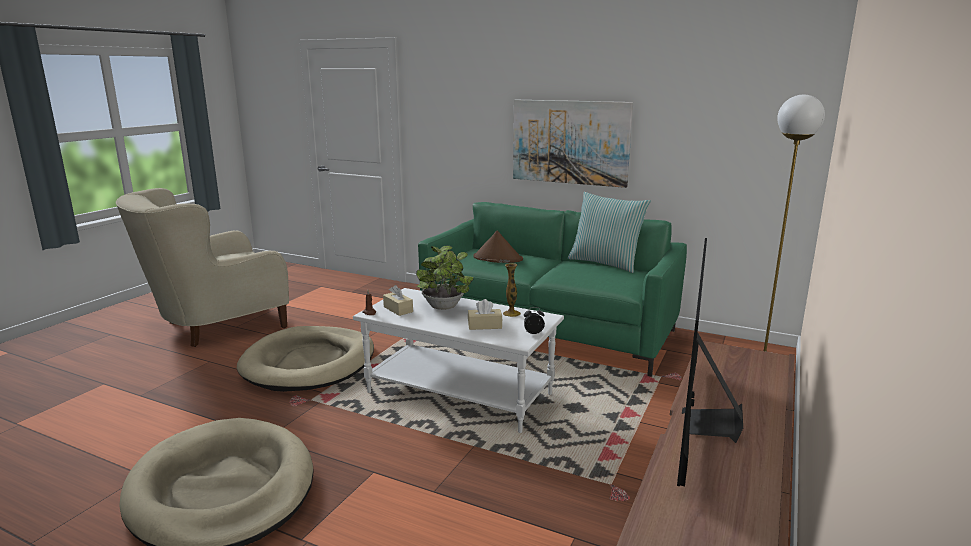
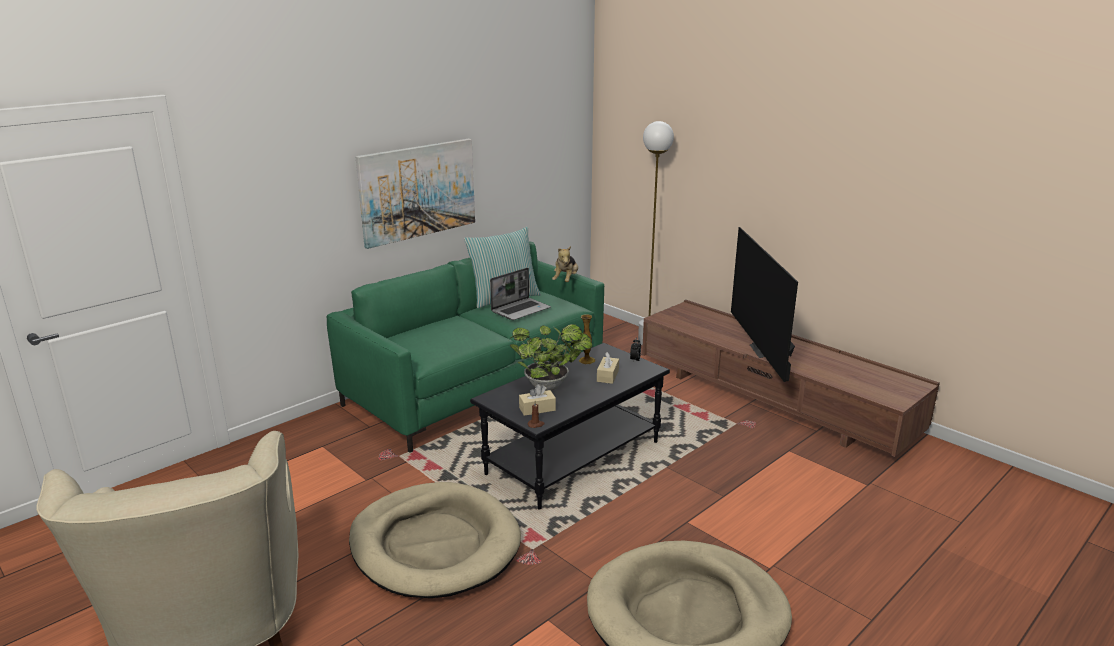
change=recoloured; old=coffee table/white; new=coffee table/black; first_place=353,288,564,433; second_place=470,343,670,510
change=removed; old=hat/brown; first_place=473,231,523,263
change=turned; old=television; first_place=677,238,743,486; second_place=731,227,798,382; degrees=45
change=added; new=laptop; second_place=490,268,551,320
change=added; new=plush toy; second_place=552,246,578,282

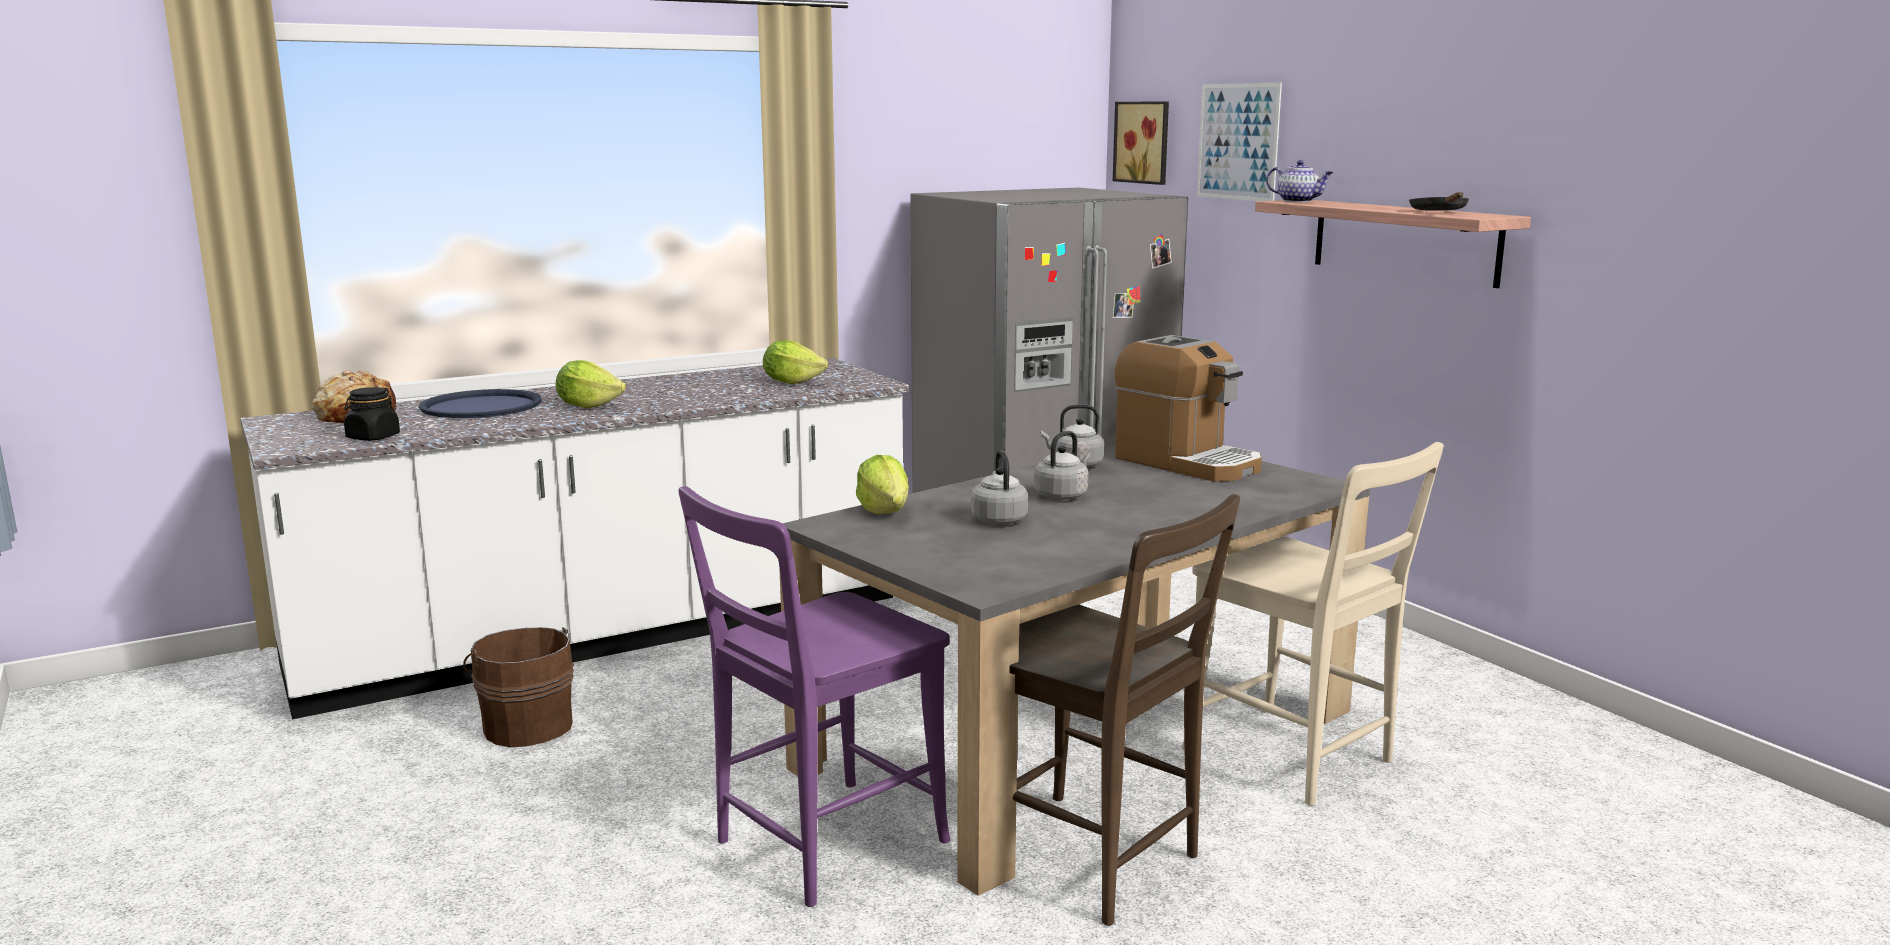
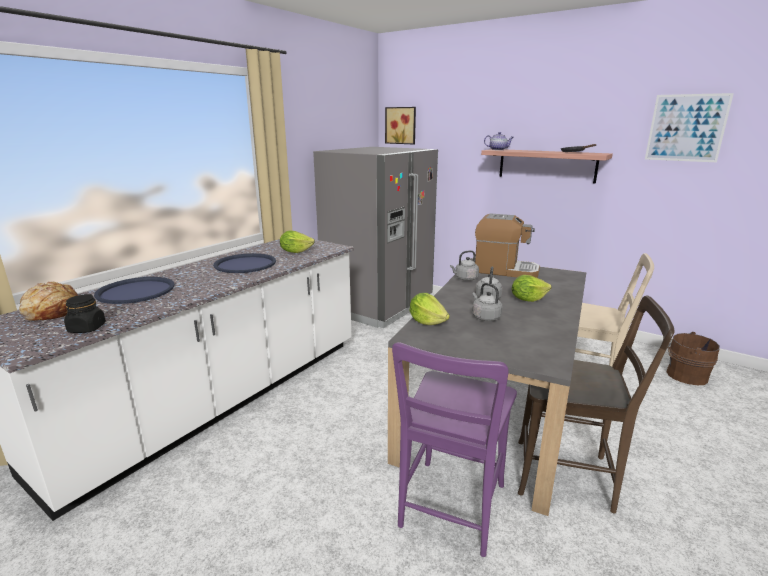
change=moved; old=bucket/brown; first_place=463,627,574,747; second_place=666,332,720,385
change=moved; old=lettuce; first_place=556,360,626,408; second_place=512,275,552,302
change=moved; old=picture; first_place=1197,83,1282,201; second_place=645,93,734,162
change=added; new=tray/blue; second_place=213,253,276,273

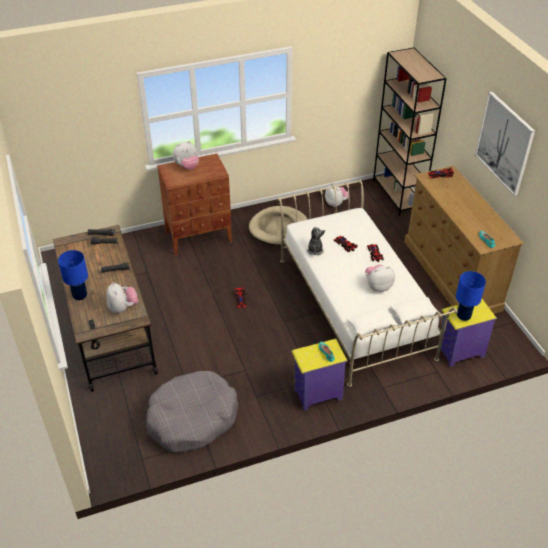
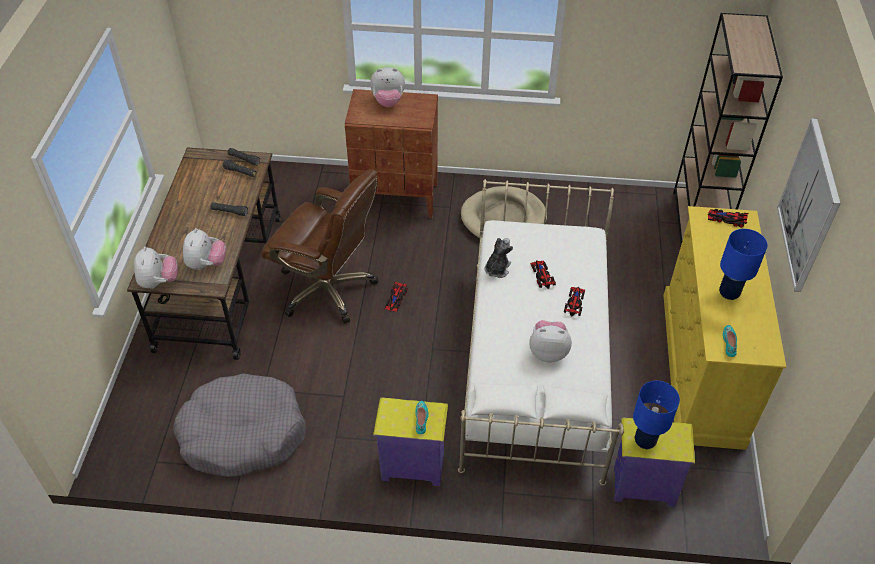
change=moved; old=table lamp/blue; first_place=58,250,88,300; second_place=719,229,767,300
change=moved; old=plush toy; first_place=325,183,349,207; second_place=134,247,178,289
change=recoloured; old=dresser/brown; new=dresser/yellow; first_place=404,166,524,314; second_place=663,206,786,450
change=added; new=office chair/brown; second_place=261,169,378,324

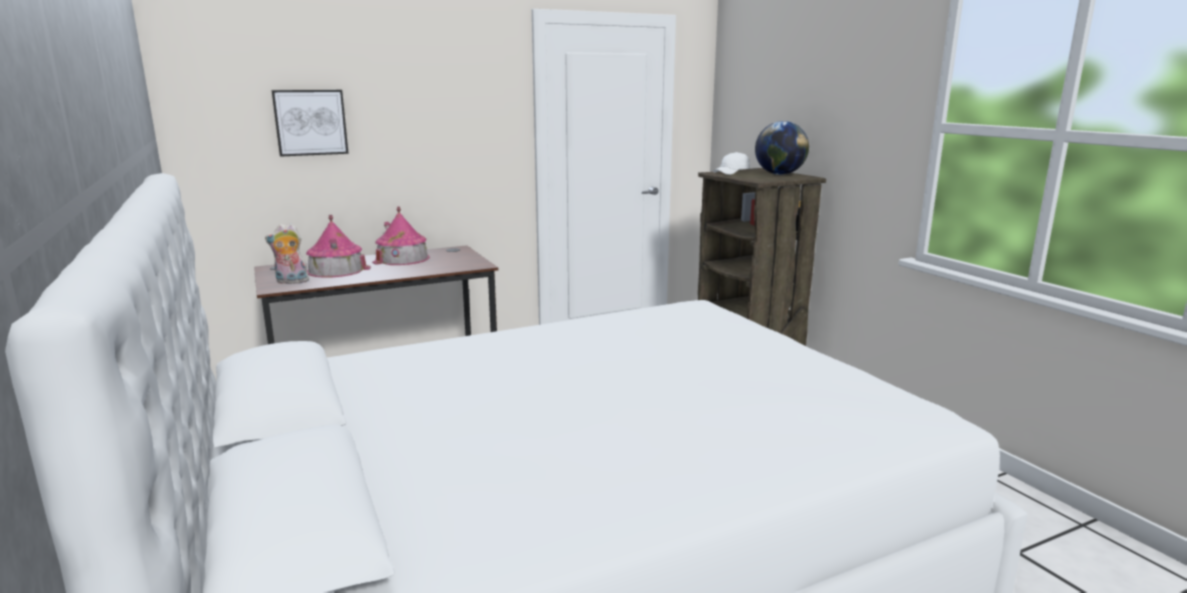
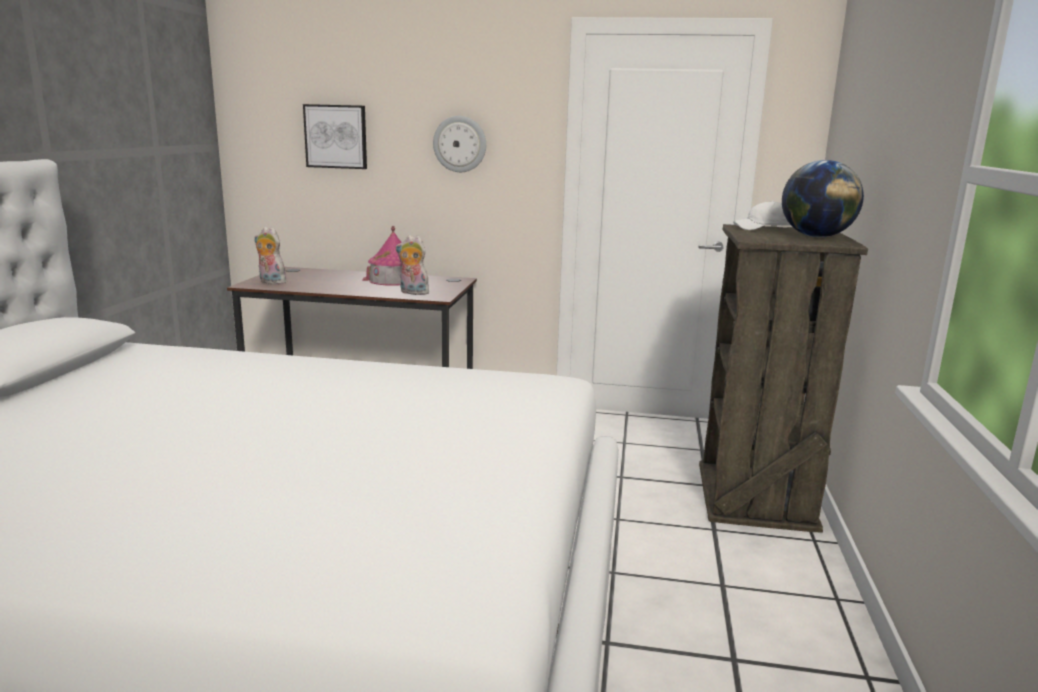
change=removed; old=toy house; first_place=306,215,371,278
change=added; new=plush toy; second_place=396,235,431,295
change=added; new=wall clock; second_place=433,116,486,172

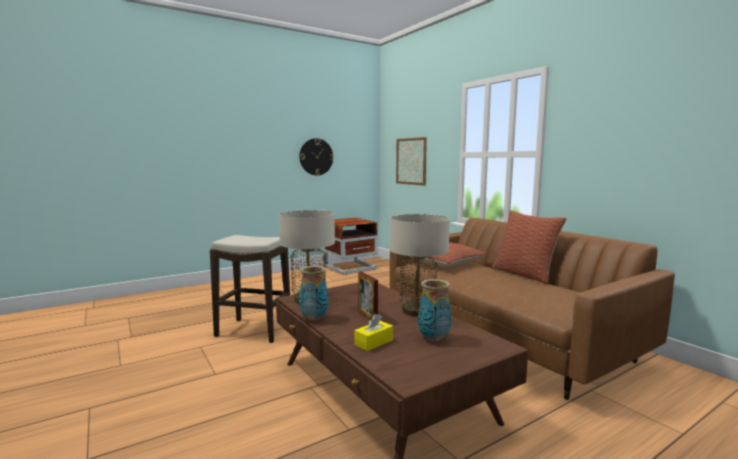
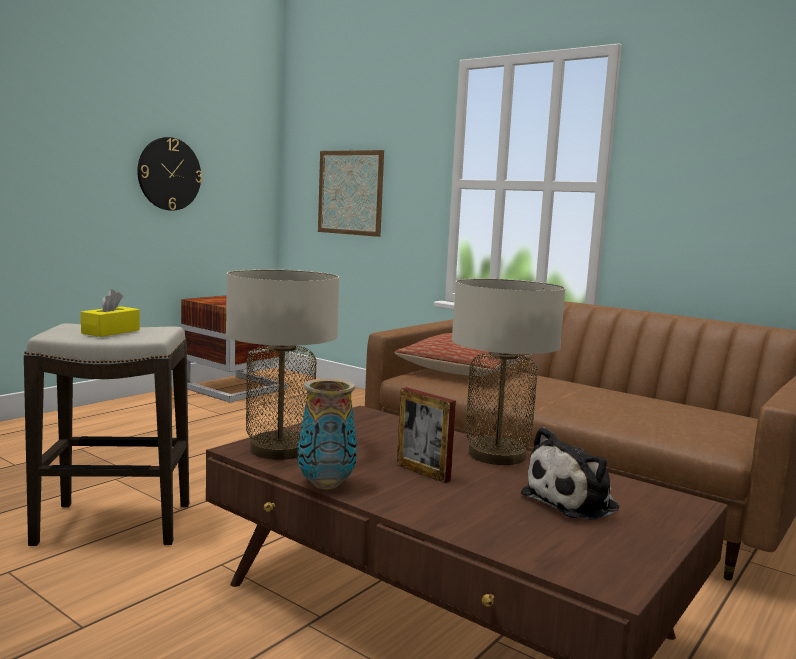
change=moved; old=tissue box/yellow; first_place=354,314,393,351; second_place=81,289,140,337
change=replaced; old=vase; new=plush toy; first_place=418,279,452,342; second_place=521,427,620,520
change=removed; old=pillow; first_place=492,210,566,284

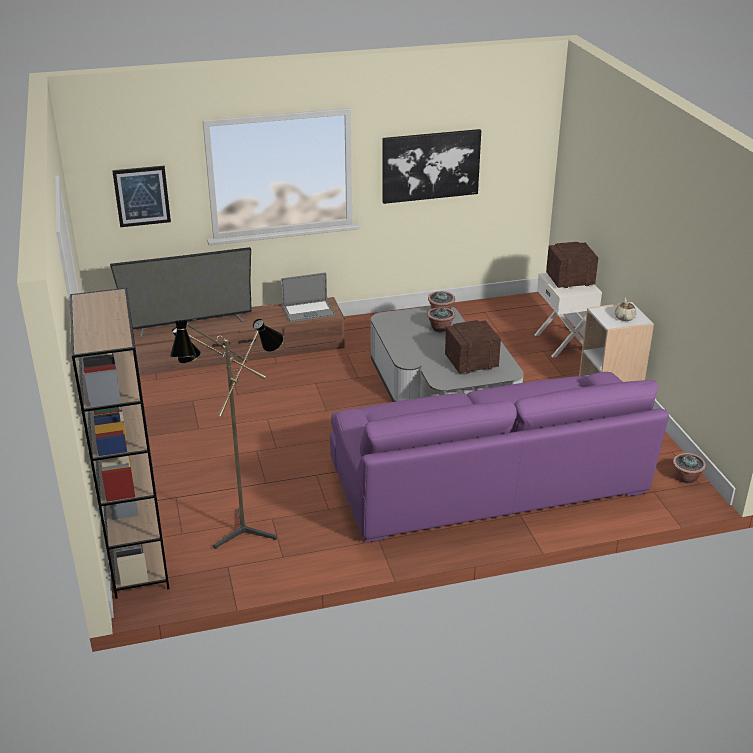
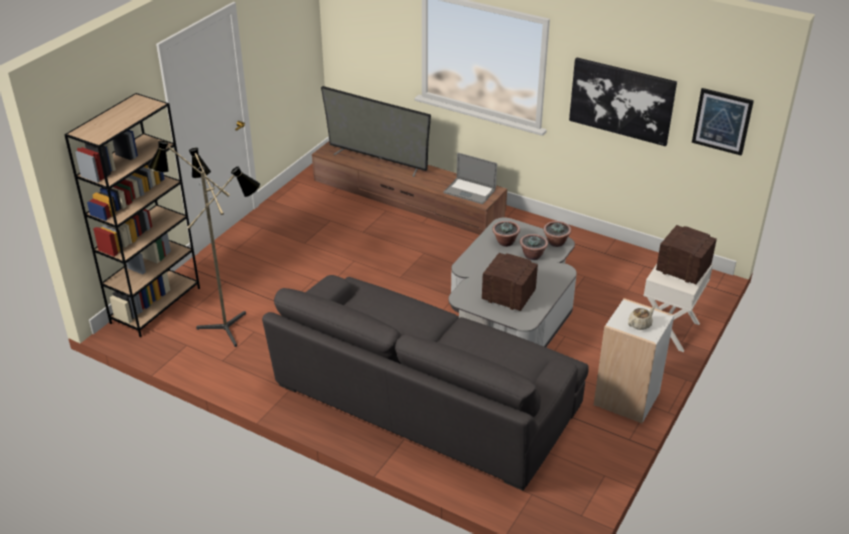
change=moved; old=picture; first_place=112,166,171,227; second_place=692,88,754,156
change=recoloured; old=sofa/purple; new=sofa/grey; first_place=330,372,669,542; second_place=262,275,589,491
change=moved; old=potted plant; first_place=673,453,706,483; second_place=492,221,520,247

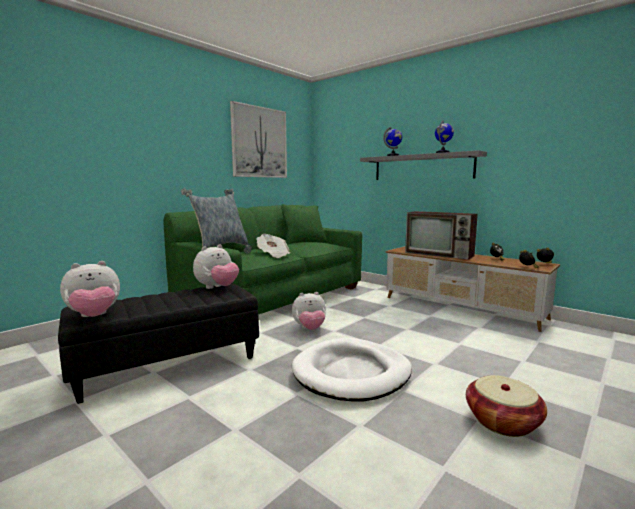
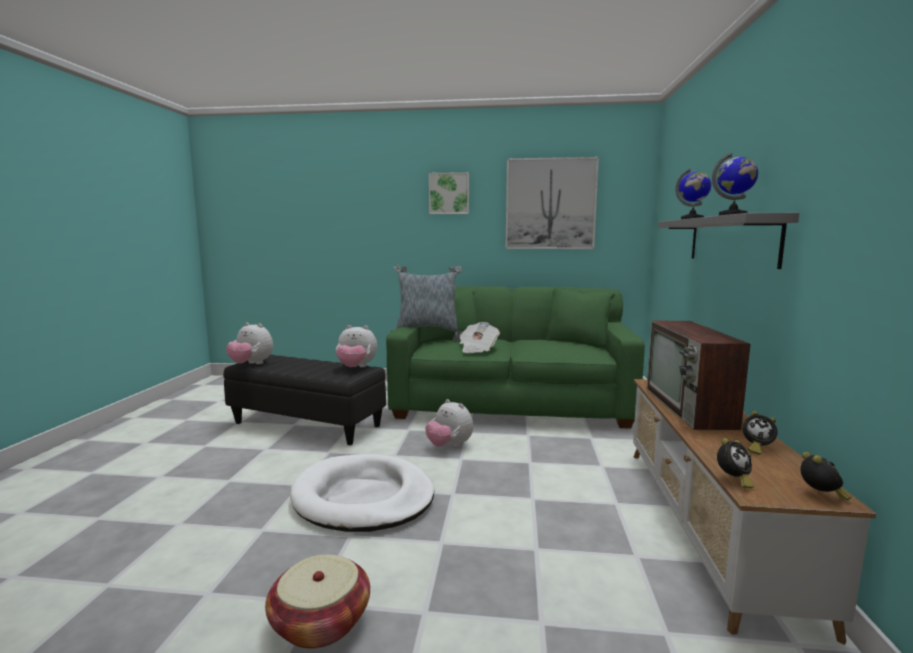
change=added; new=picture; second_place=429,172,469,214

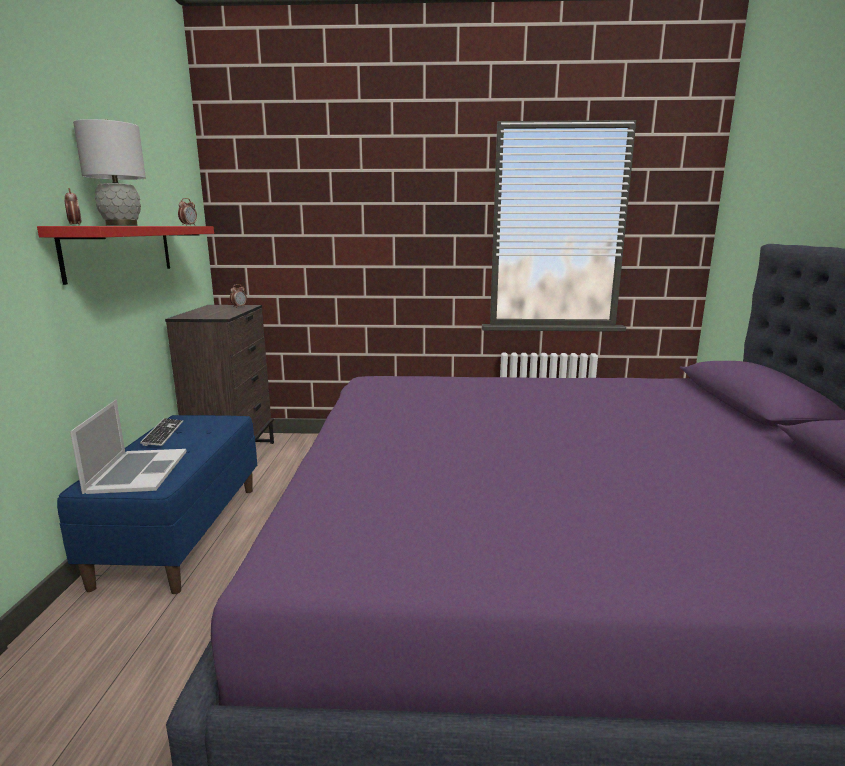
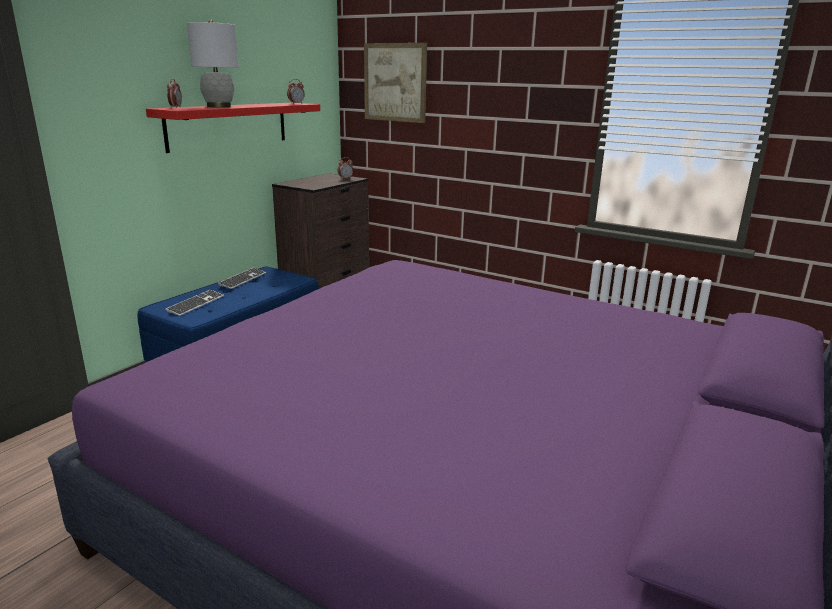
change=replaced; old=laptop; new=keyboard; first_place=70,400,187,494; second_place=165,290,224,316
change=added; new=picture; second_place=364,43,427,123

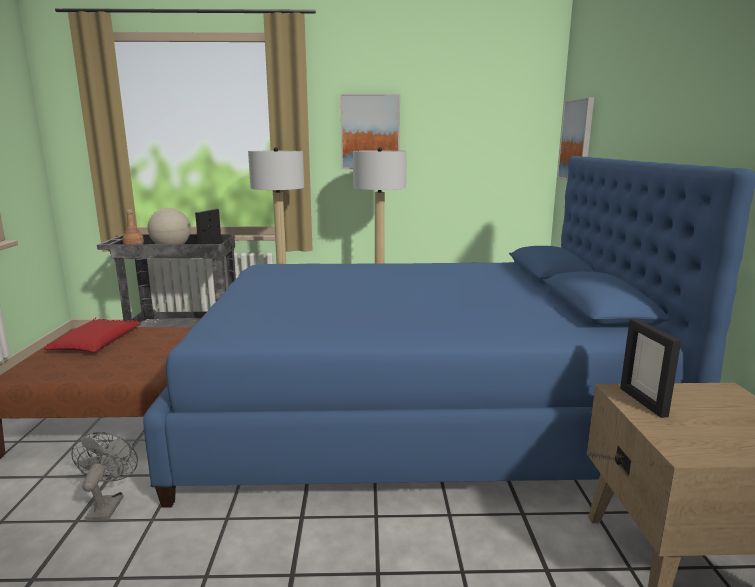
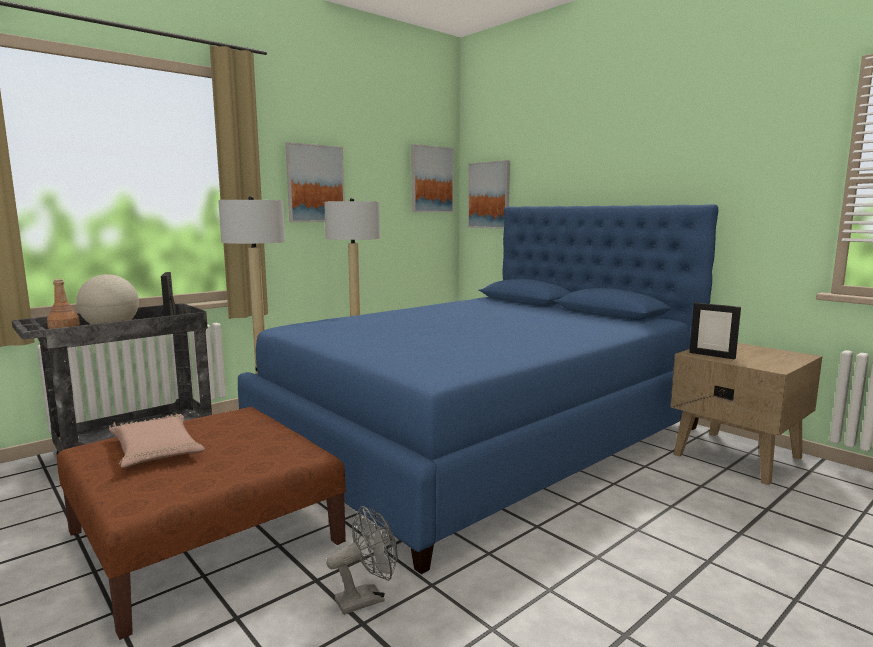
change=recoloured; old=pillow/red; new=pillow/beige; first_place=44,318,141,353; second_place=109,413,205,468
change=turned; old=fan/grey; first_place=71,432,138,521; second_place=326,506,398,615; degrees=105
change=added; new=picture; second_place=411,144,454,212

